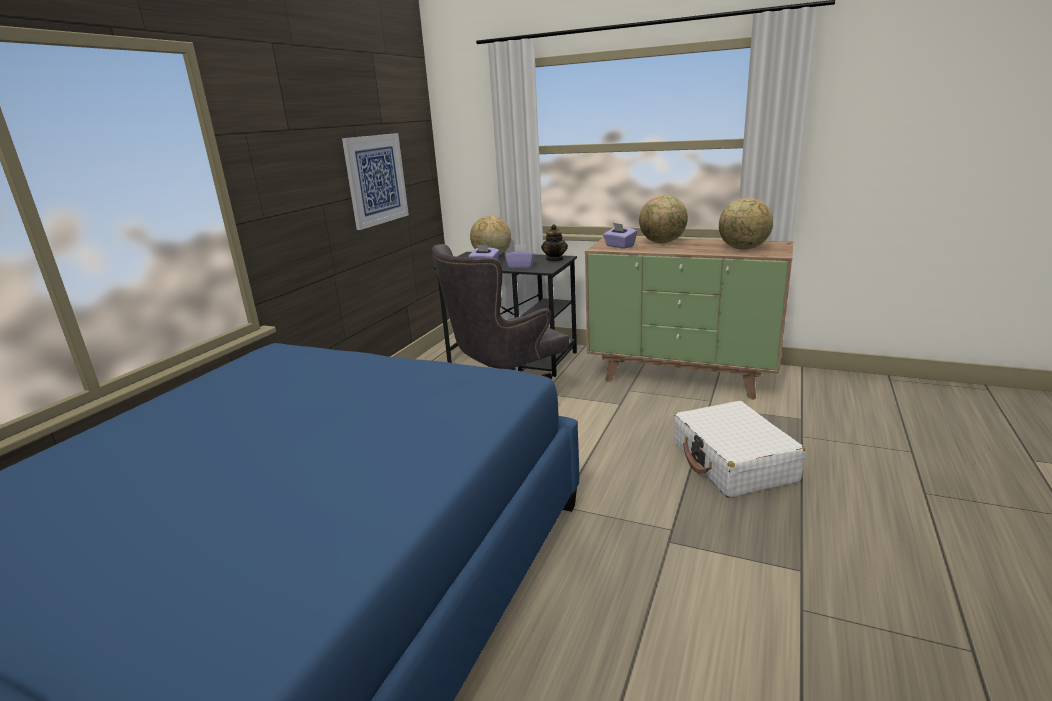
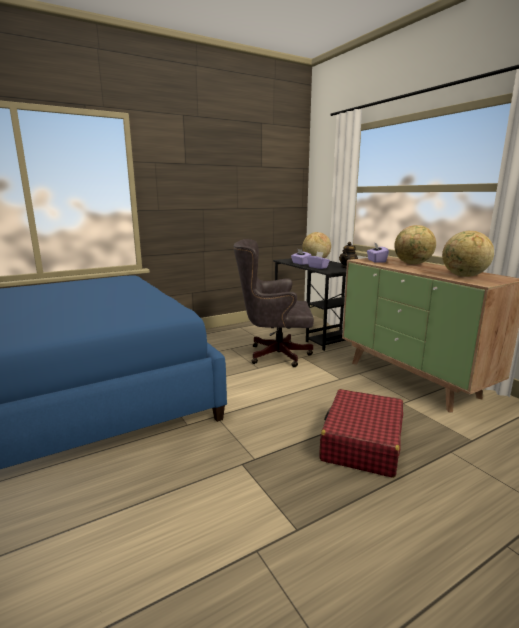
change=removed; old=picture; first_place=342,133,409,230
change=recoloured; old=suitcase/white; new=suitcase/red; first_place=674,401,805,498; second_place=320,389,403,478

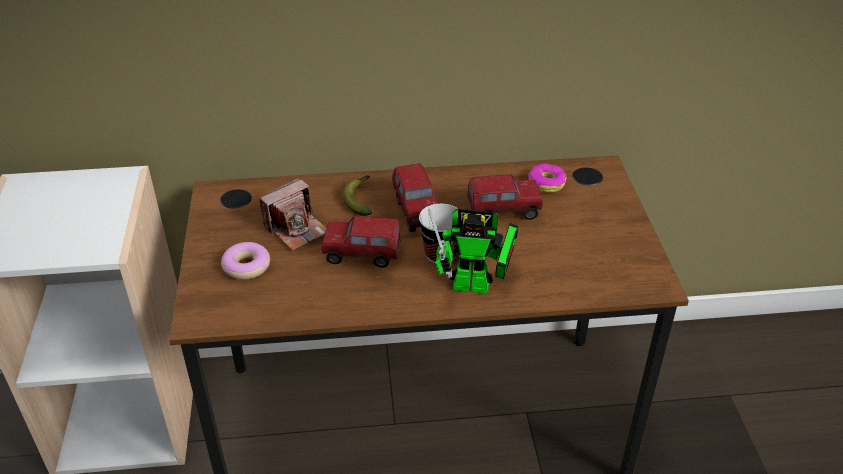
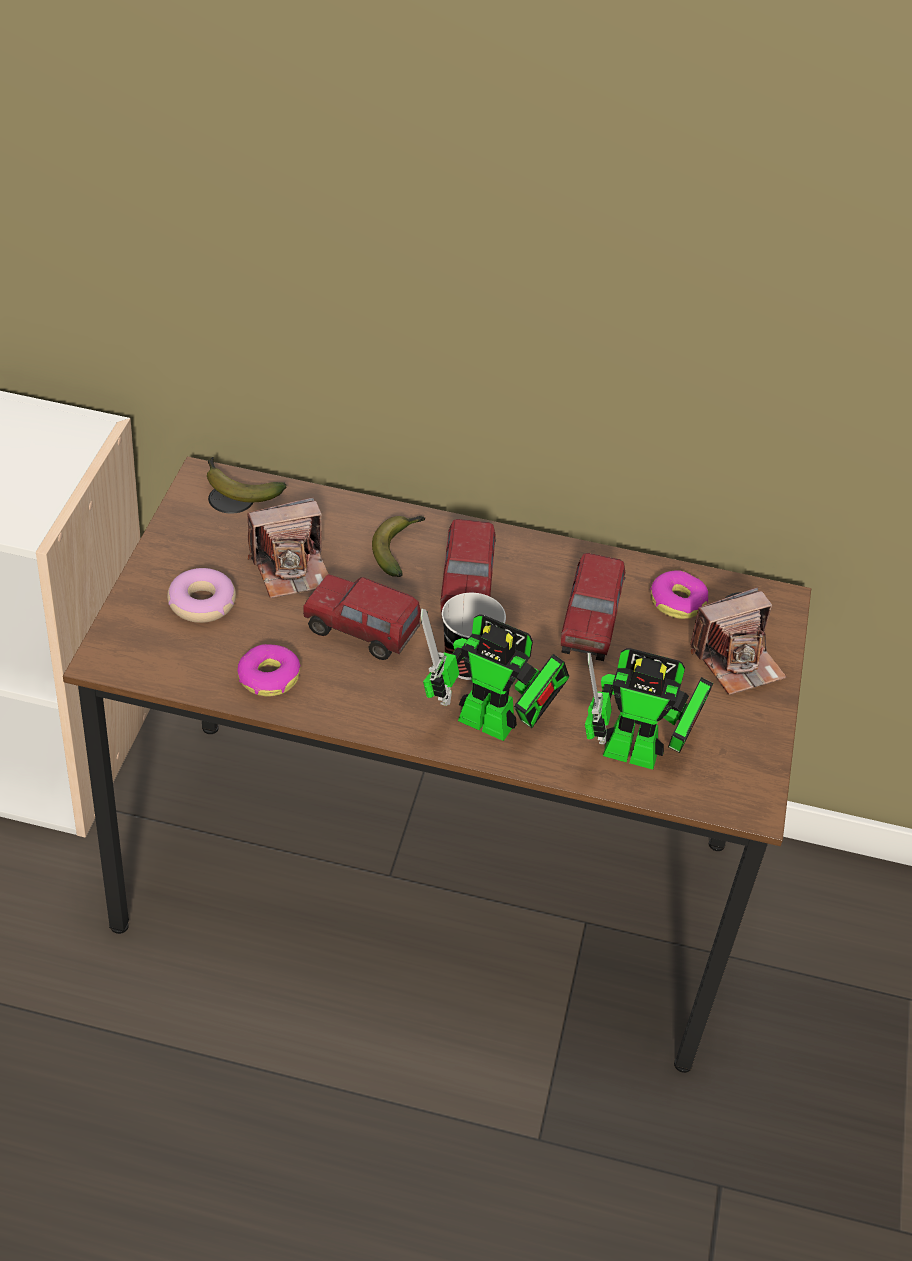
change=turned; old=toy truck; first_place=467,174,543,220; second_place=561,553,625,661; degrees=90
change=added; new=banana; second_place=207,457,286,502
change=added; new=donut; second_place=237,644,301,696
change=added; new=toy robot; second_place=585,648,713,770
change=added; new=photo camera; second_place=690,587,786,695

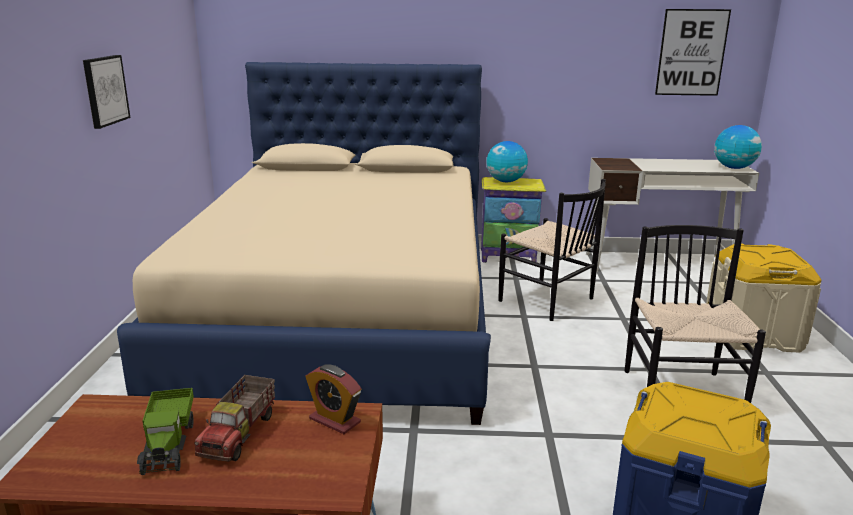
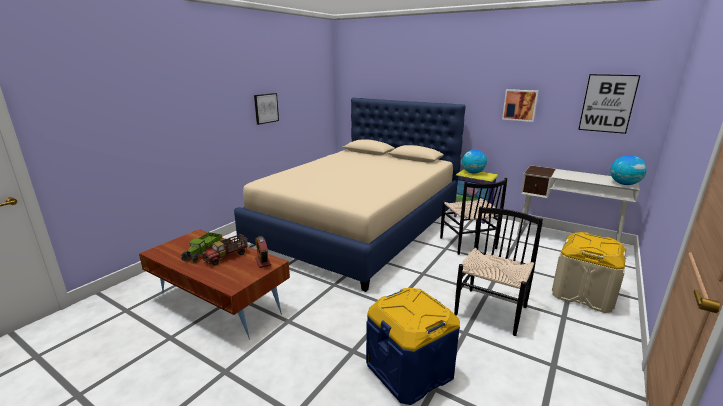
change=added; new=picture; second_place=502,89,539,122

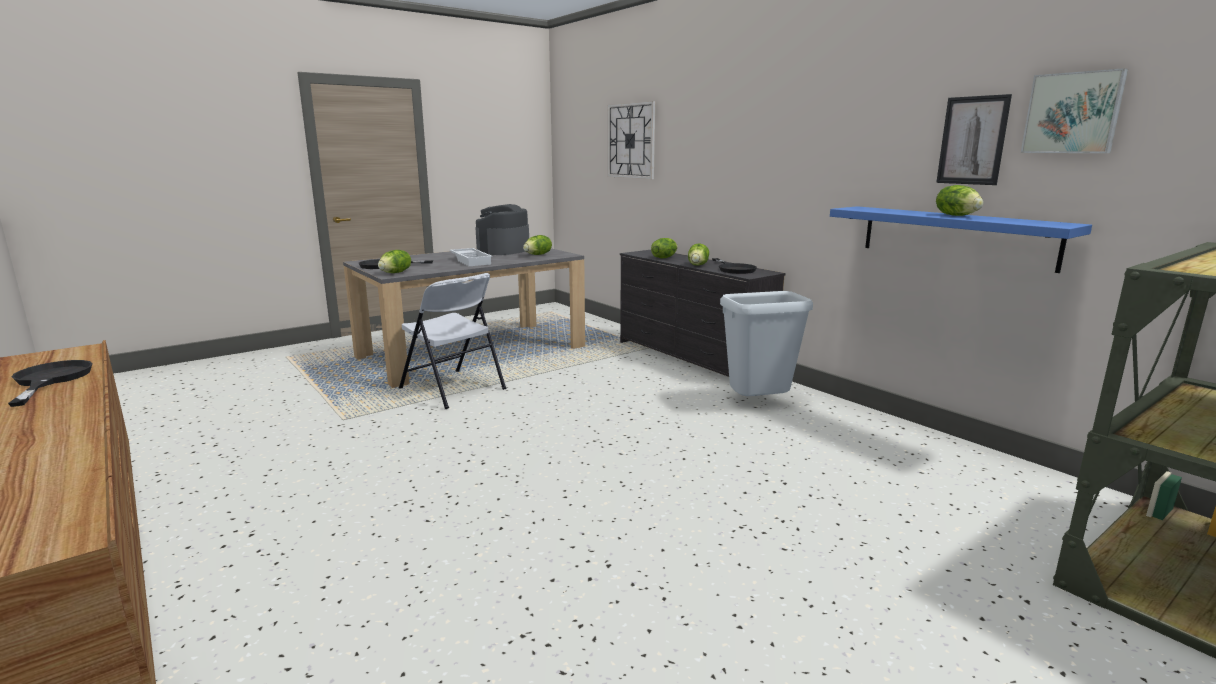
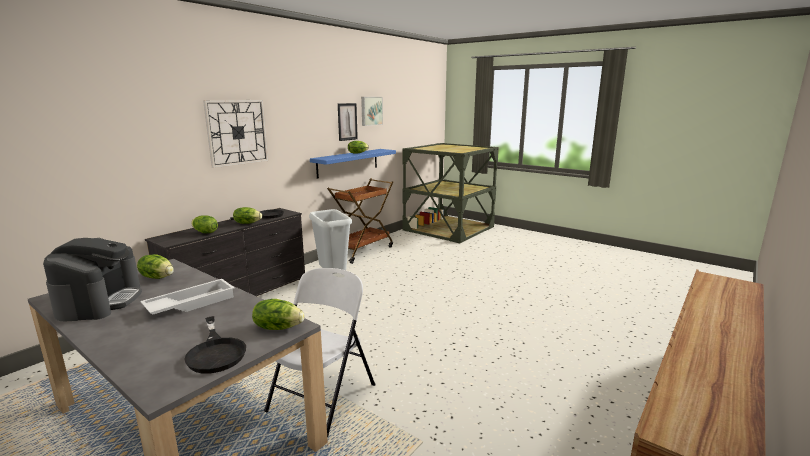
change=removed; old=frying pan/black; first_place=8,360,93,407
change=turned; old=coffee machine; first_place=475,204,529,255; second_place=43,238,142,321; degrees=-105
change=moved; old=wall clock; first_place=607,101,655,179; second_place=203,100,269,168
change=added; new=cart/brown; second_place=327,178,394,264

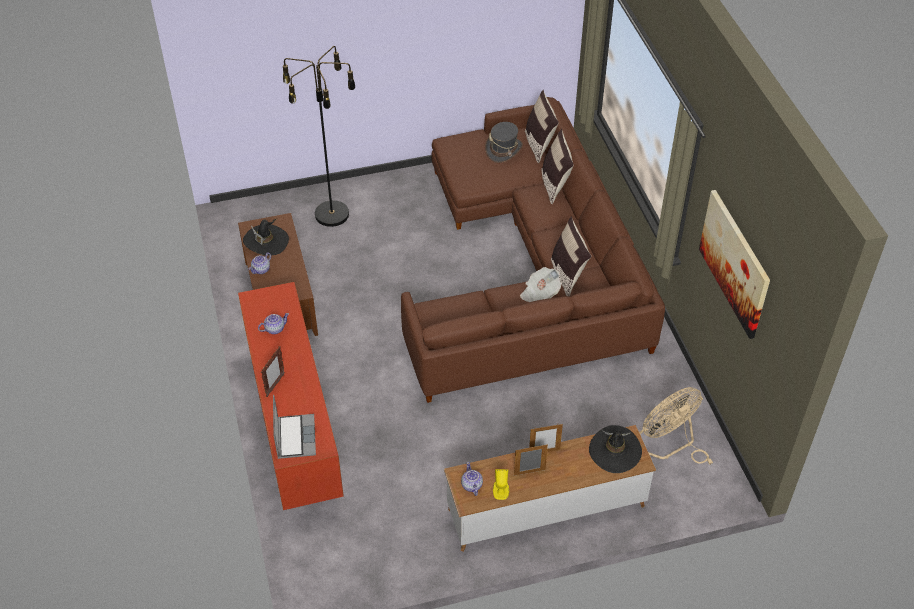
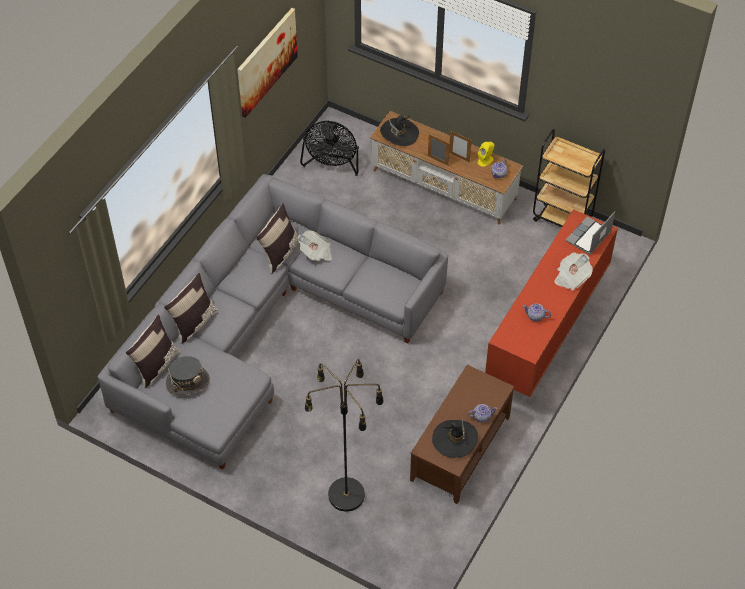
change=replaced; old=picture frame; new=newspaper; first_place=261,346,285,397; second_place=554,253,593,291
change=recoloured; old=sofa/brown; new=sofa/grey; first_place=401,97,665,403; second_place=98,174,448,469
change=recoloured; old=fan/beige; new=fan/black; first_place=639,387,713,464; second_place=300,121,359,176
change=added; new=cart/brown; second_place=533,129,605,227

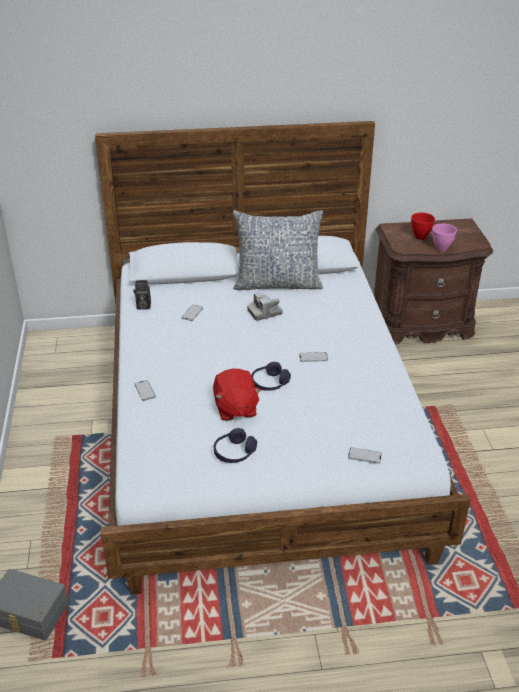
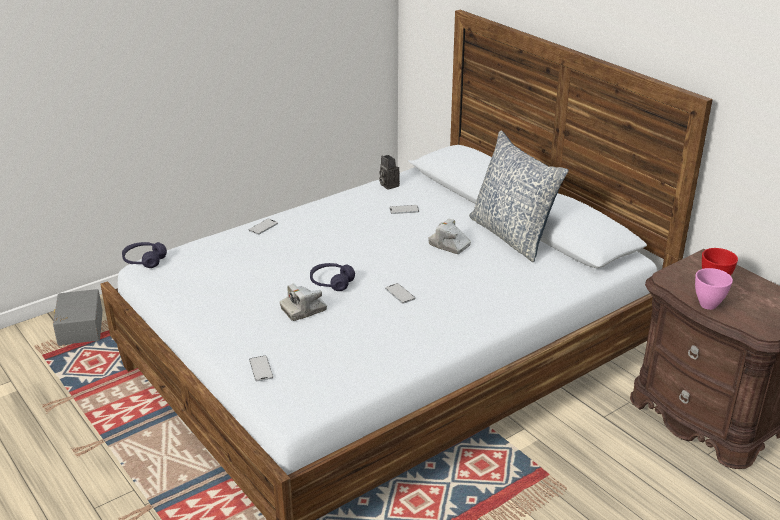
change=removed; old=plush toy/red; first_place=213,369,261,421
change=moved; old=headphones/purple; first_place=214,428,257,463; second_place=122,242,167,268
change=added; new=photo camera; second_place=280,284,327,321

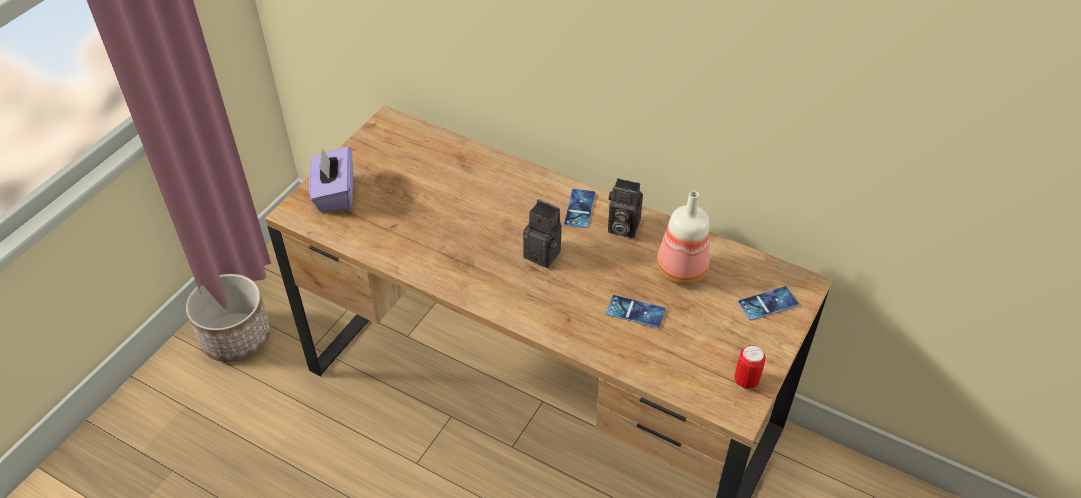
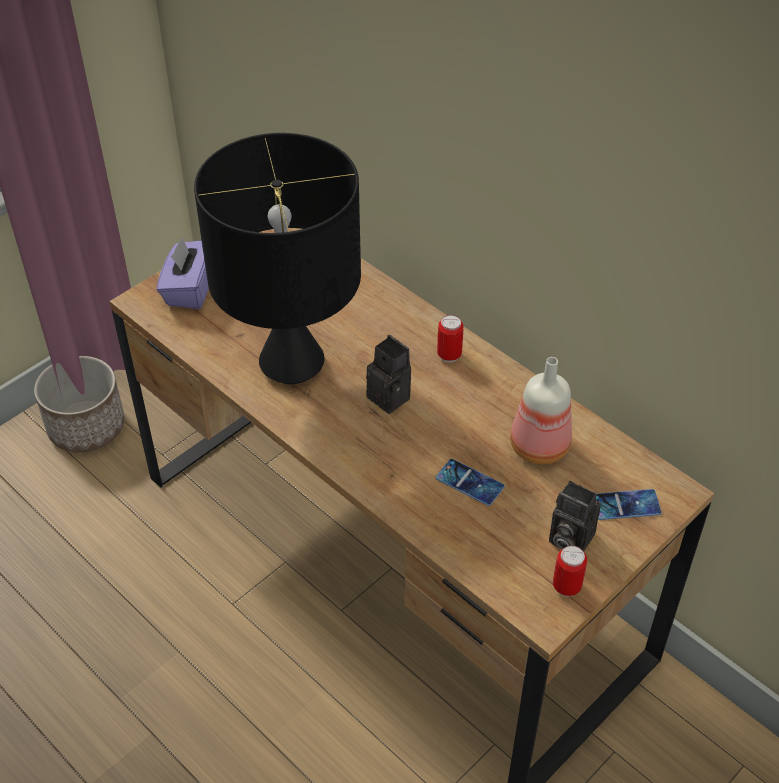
change=replaced; old=phone; new=can; first_place=564,189,596,228; second_place=437,315,464,362
change=moved; old=photo camera; first_place=608,178,643,238; second_place=549,481,601,551
change=added; new=table lamp/black; second_place=194,133,361,384

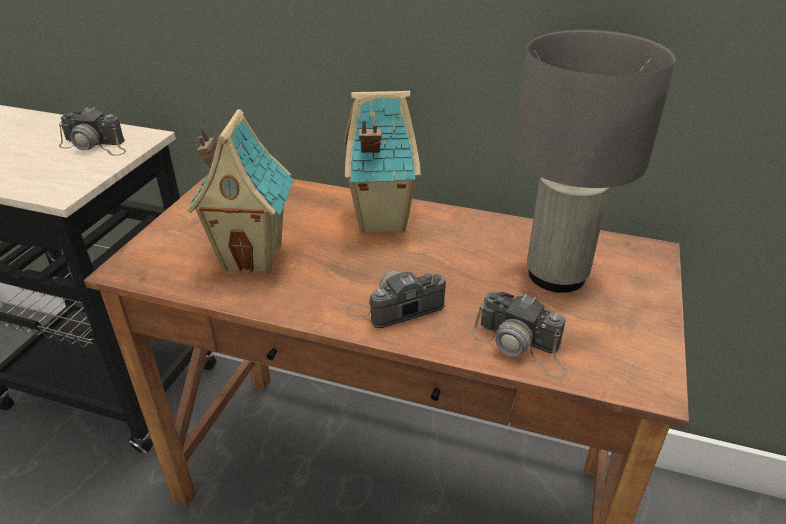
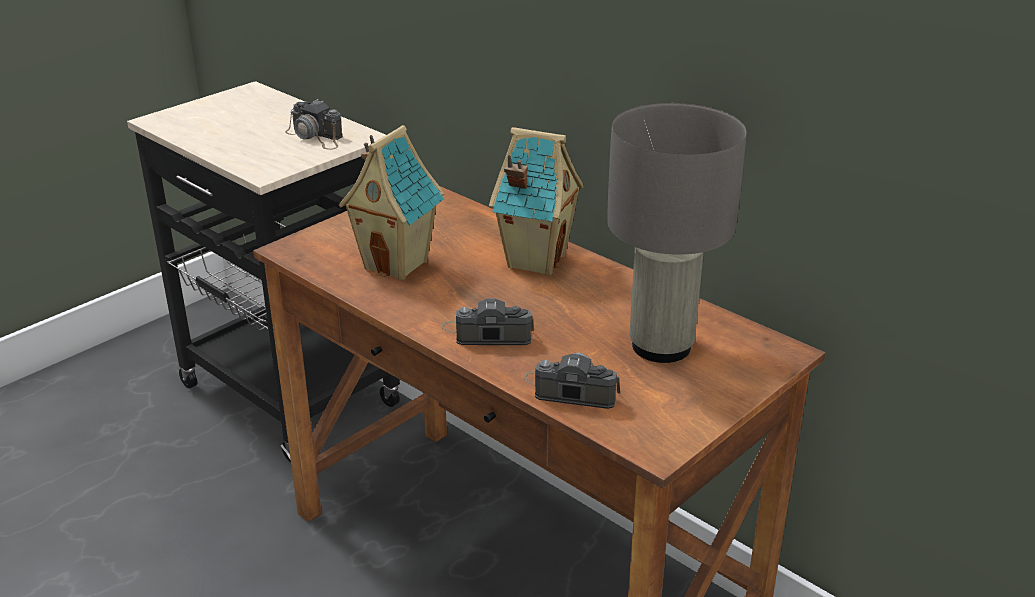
change=turned; old=photo camera; first_place=471,292,568,380; second_place=523,353,621,409; degrees=135

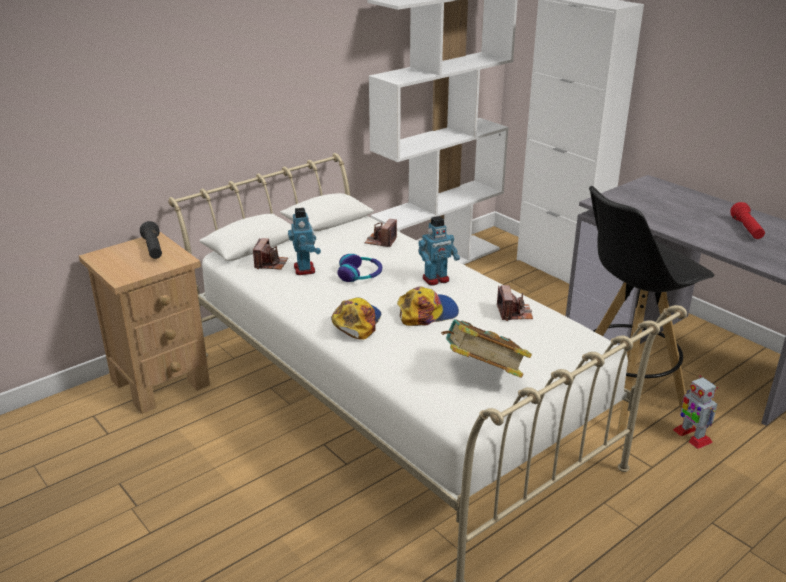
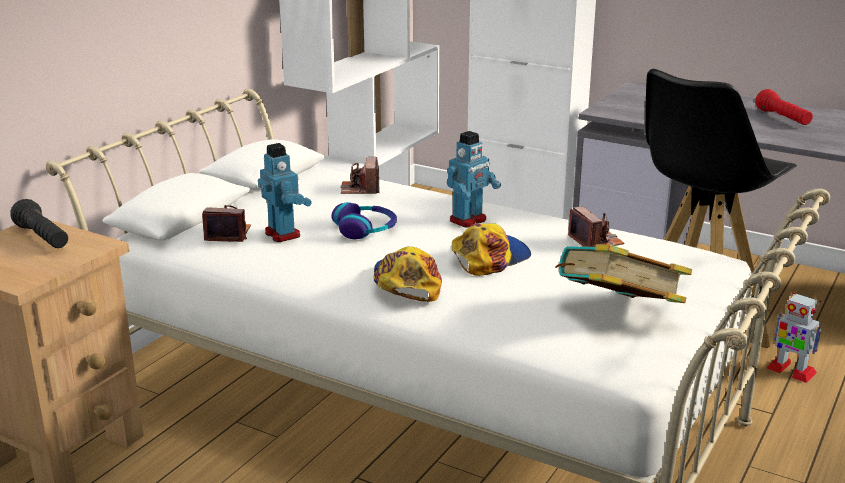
change=turned; old=photo camera; first_place=253,238,288,270; second_place=202,205,251,242; degrees=-75

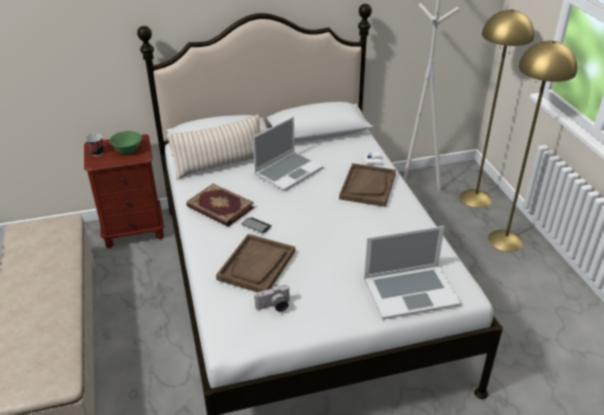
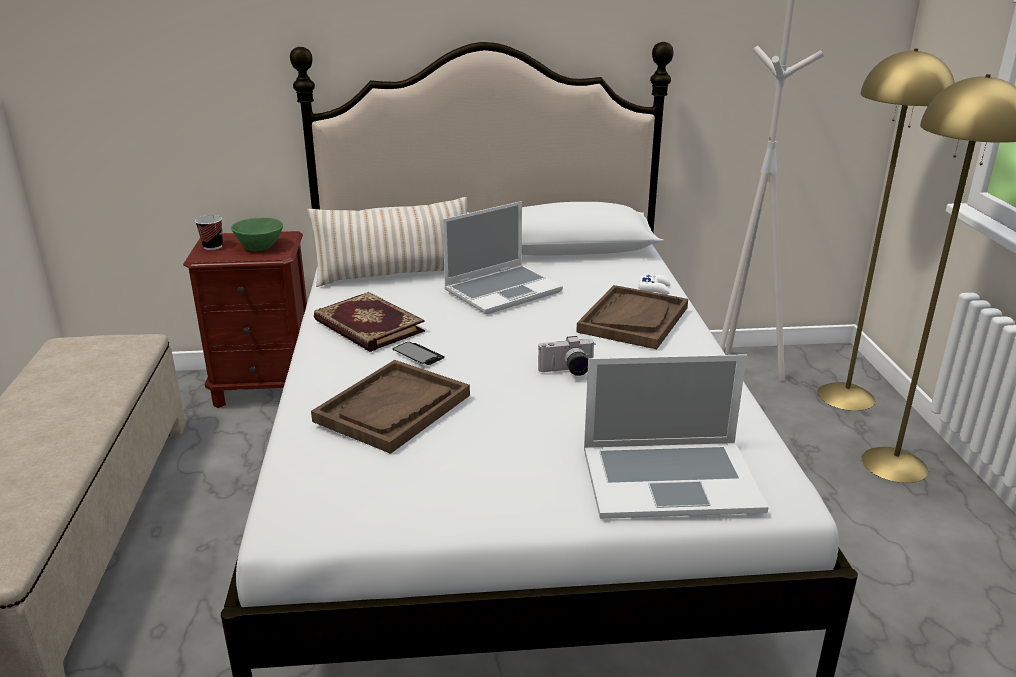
change=moved; old=photo camera; first_place=254,285,290,312; second_place=538,336,595,376

